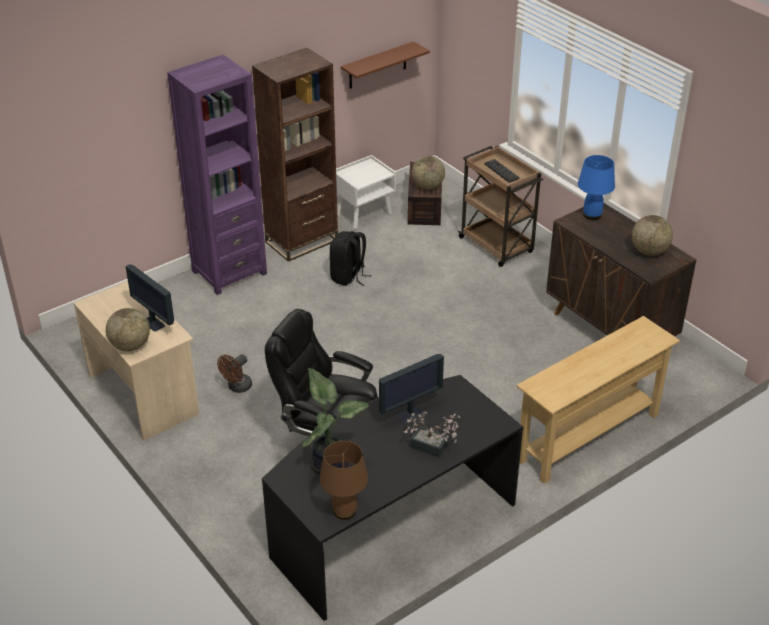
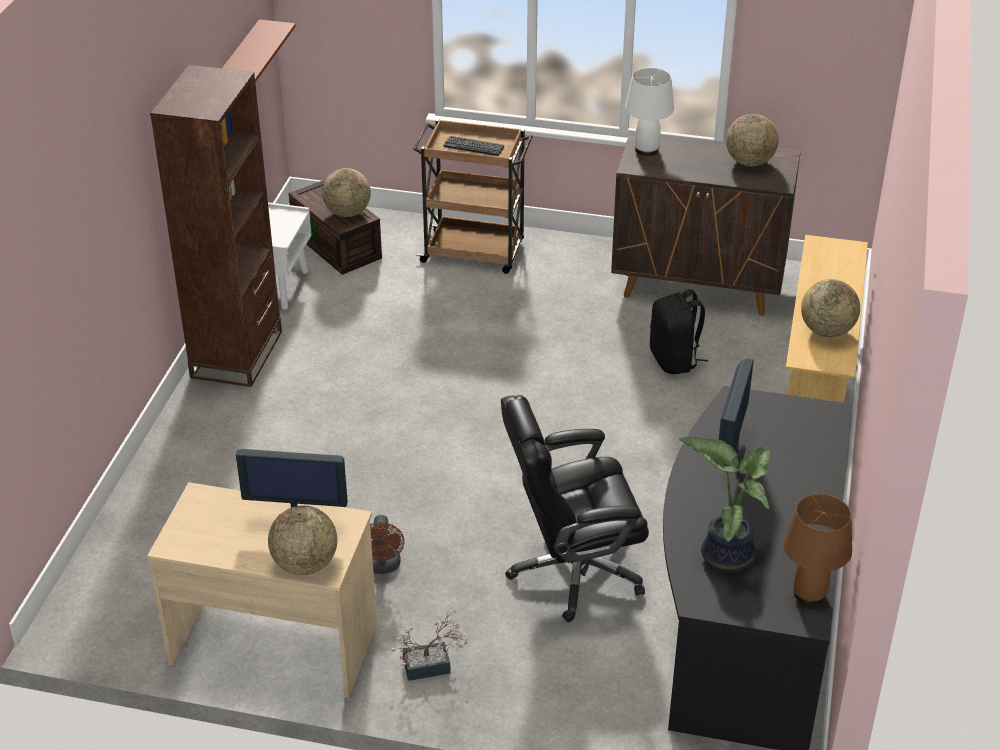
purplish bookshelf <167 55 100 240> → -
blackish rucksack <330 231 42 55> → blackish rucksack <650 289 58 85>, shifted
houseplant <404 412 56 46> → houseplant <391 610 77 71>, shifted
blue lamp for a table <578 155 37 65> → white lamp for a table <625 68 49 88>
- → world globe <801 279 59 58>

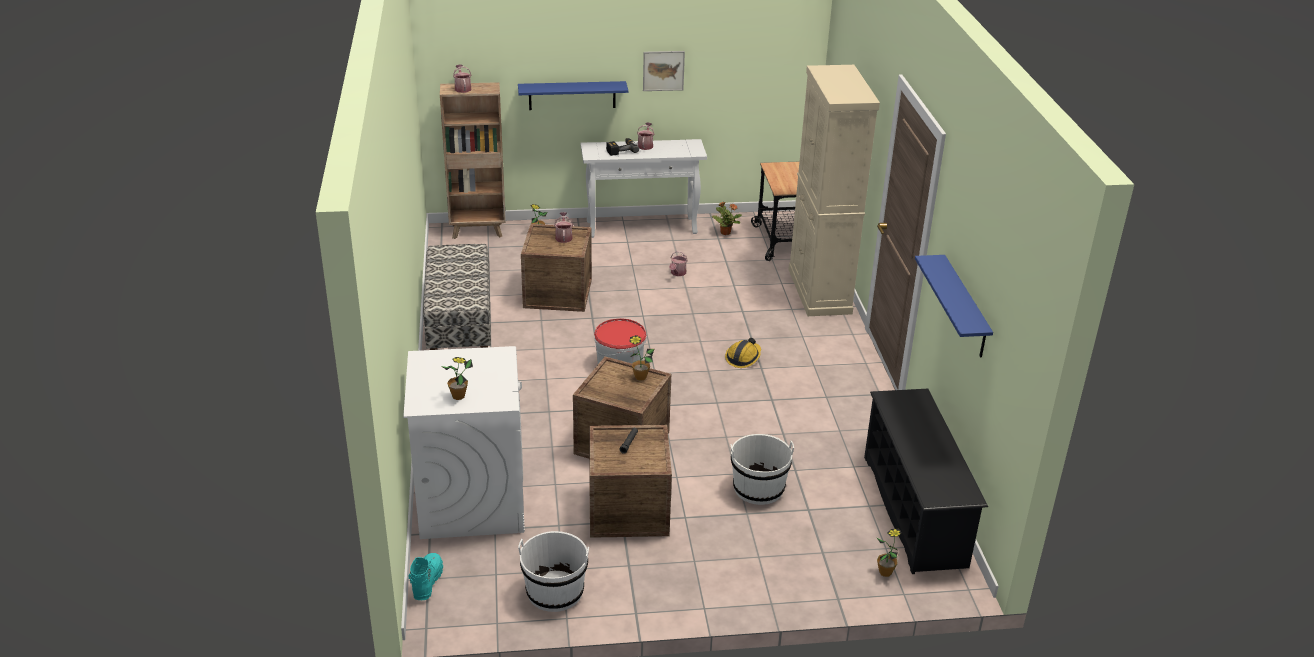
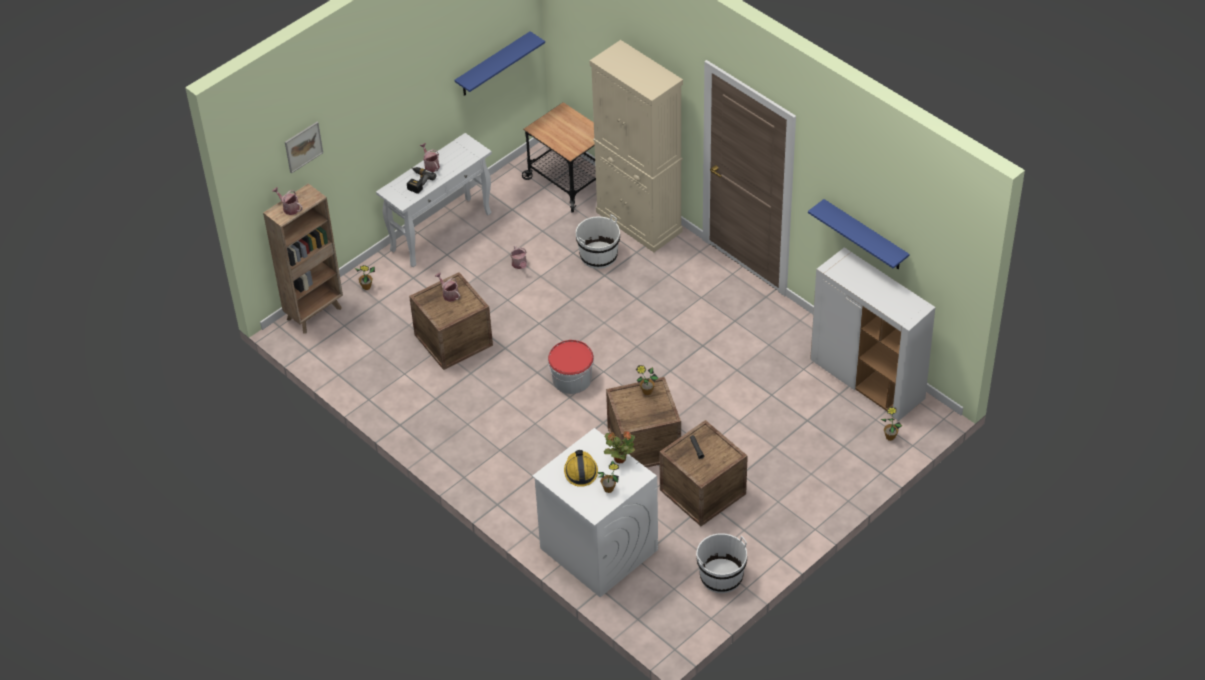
turquoise high-top boot <408 553 35 47> → -
bench <423 244 68 106> → -
blue shelf <518 81 110 29> → blue shelf <454 31 91 65>, shifted
wall picture <643 51 42 40> → wall picture <285 122 38 52>, shifted
houseplant <711 202 31 33> → houseplant <604 431 31 32>, shifted
hard hat <725 338 36 30> → hard hat <564 450 34 37>, shifted
white water bucket <731 434 63 71> → white water bucket <576 214 44 55>, shifted
blackish shoe stand <864 389 124 185> → white storage cabinet <810 247 125 174>

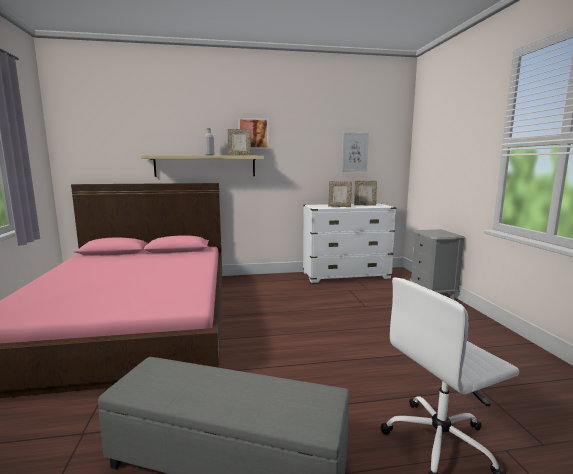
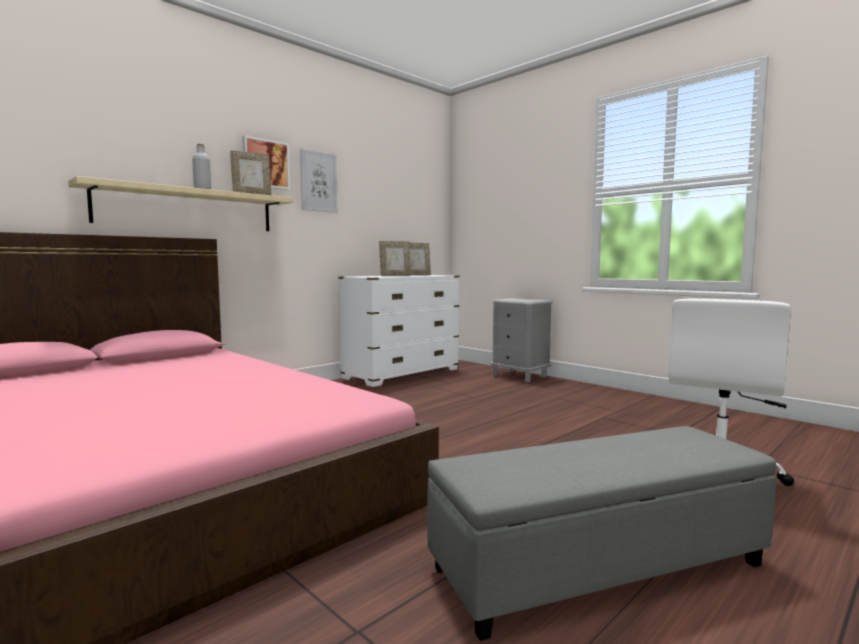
wall picture <342 132 27 40> → wall picture <300 148 38 65>, shifted

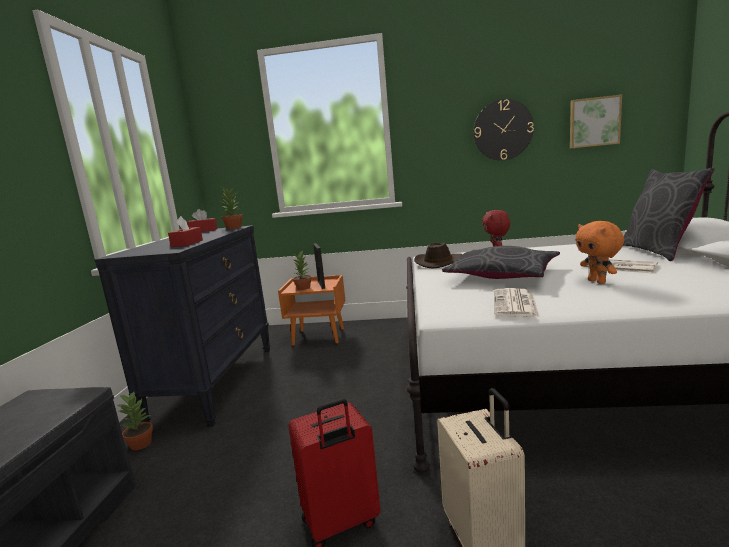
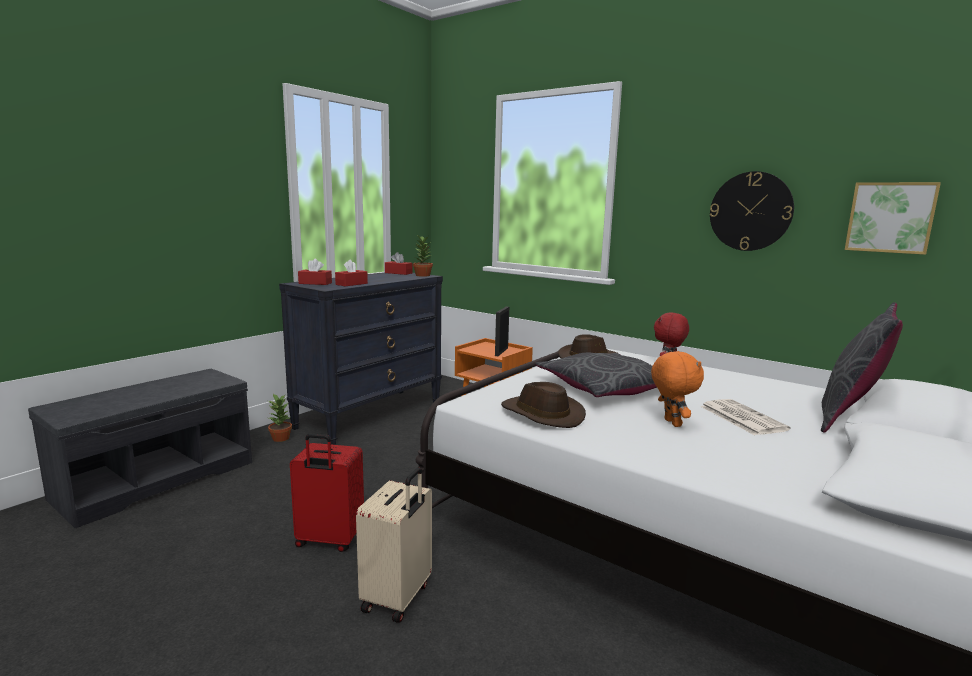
houseplant <292 250 20 40> → -
newspaper <494 288 46 29> → brown-coloured hat <501 382 85 46>
orangey soft toy <575 221 49 63> → orangey soft toy <651 351 53 76>, 150 degrees clockwise
- → reddish tissue box <298 259 34 26>

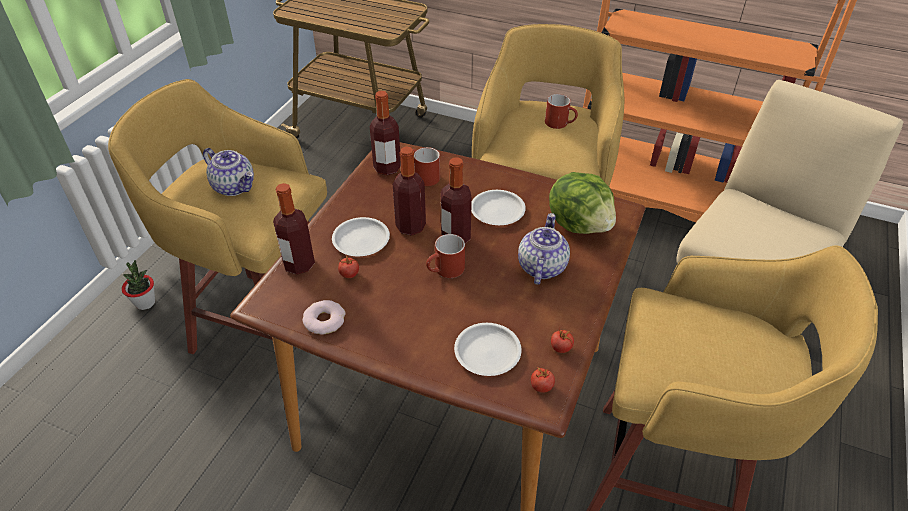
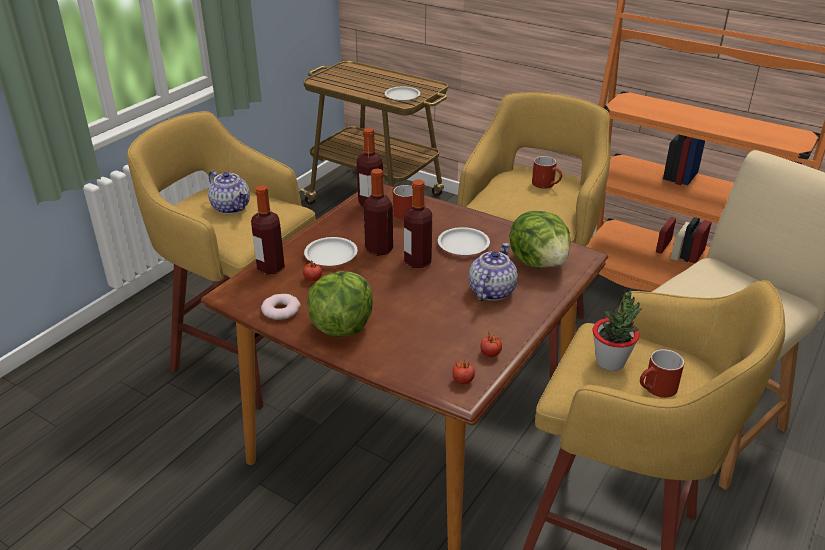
houseplant <122 260 33 50> → houseplant <593 291 48 80>, shifted
reddish mug <426 234 39 44> → reddish mug <640 349 44 49>, shifted
white plate <454 323 68 53> → white plate <385 87 35 14>, shifted
- → head of lettuce <307 271 66 66>

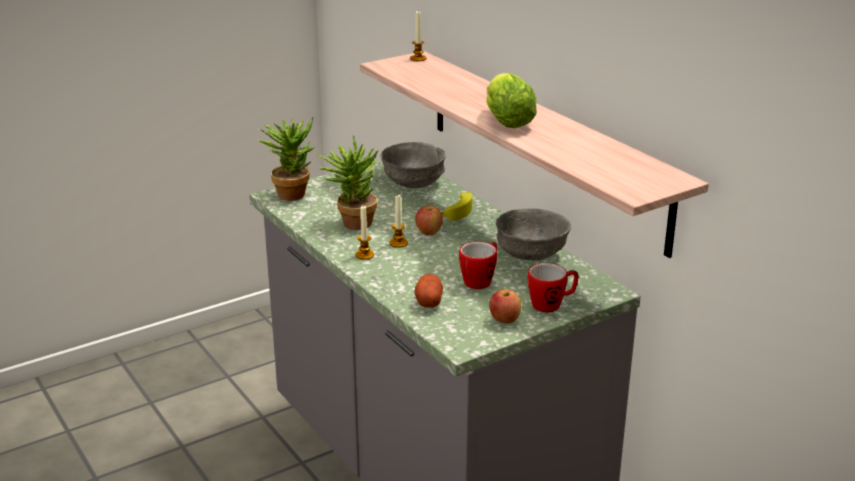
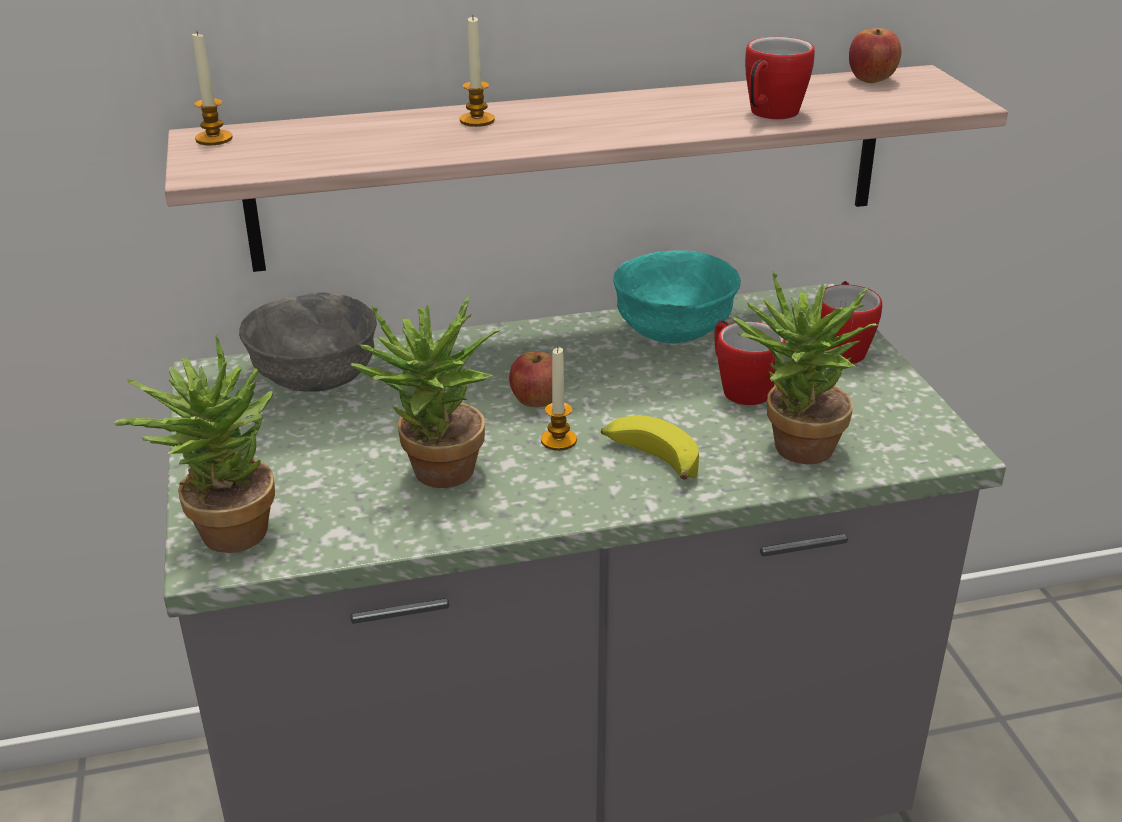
wax light <355 206 19 54> → wax light <460 17 35 110>, shifted
potato <414 274 29 34> → houseplant <732 271 145 193>
whole banana <441 192 31 29> → whole banana <601 416 98 63>, shifted
head of lettuce <486 73 51 55> → -
whole apple <489 289 32 34> → whole apple <849 28 53 55>, shifted
greyish deep dish <496 208 75 52> → turquoise deep dish <613 250 128 93>
- → mug <745 37 70 83>

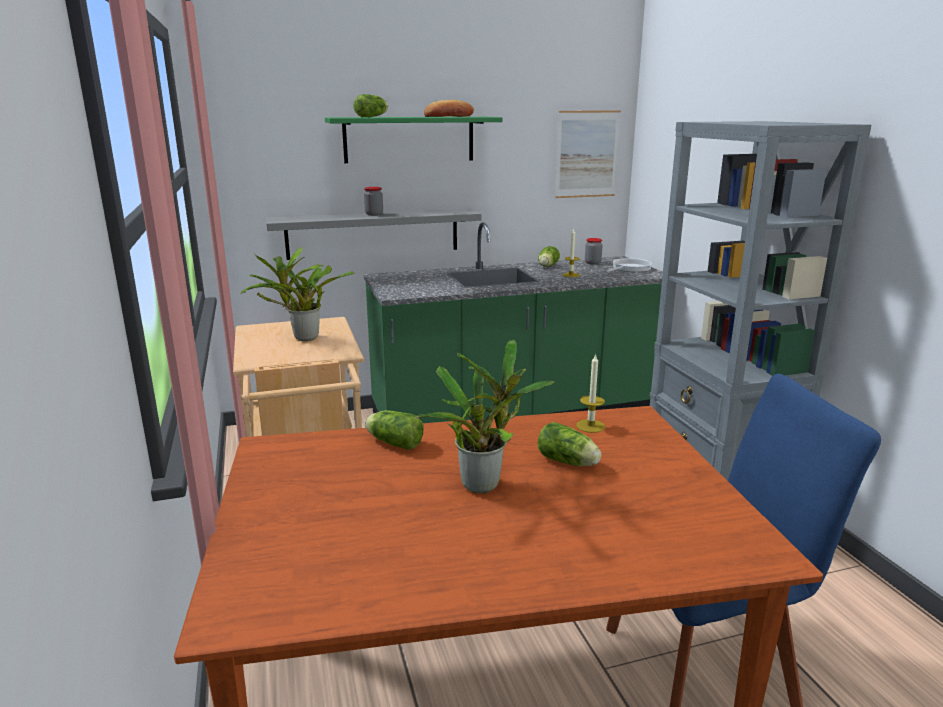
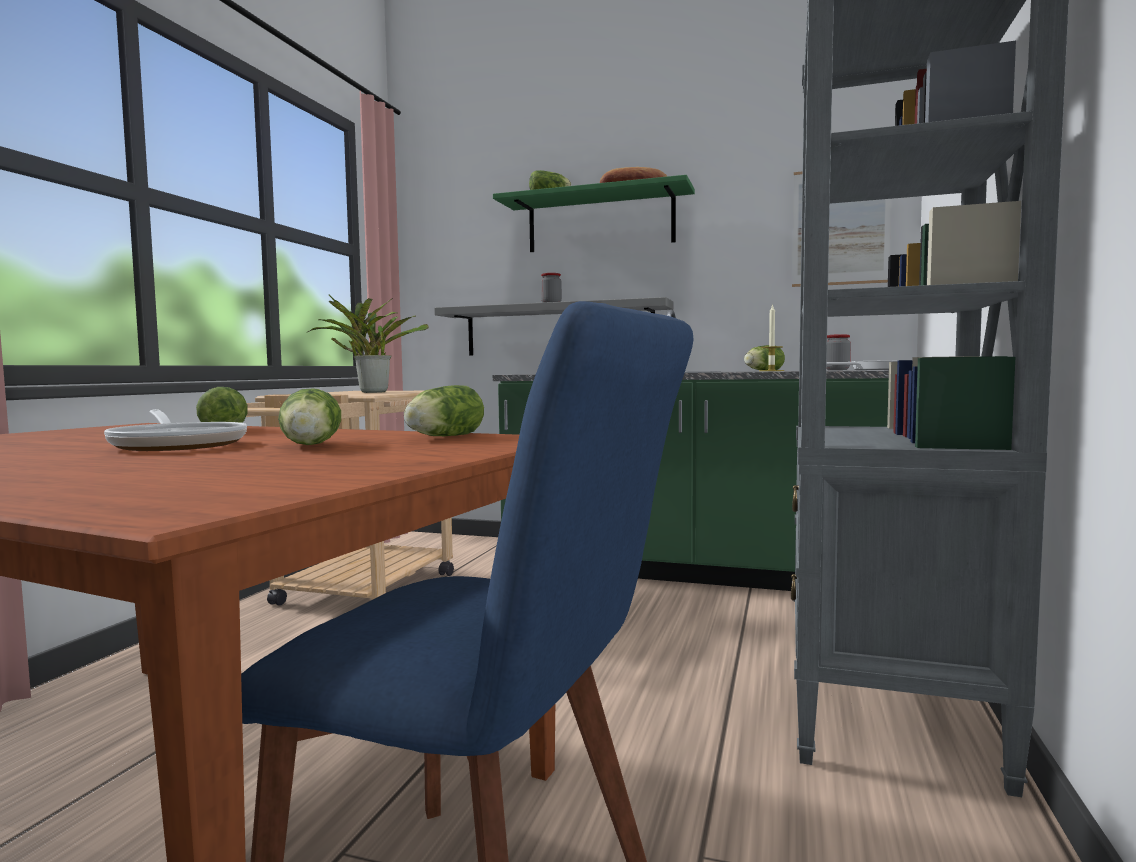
houseplant <415 339 140 154> → pan <104 409 143 42>
wax light <576 353 29 80> → head of lettuce <404 385 80 51>

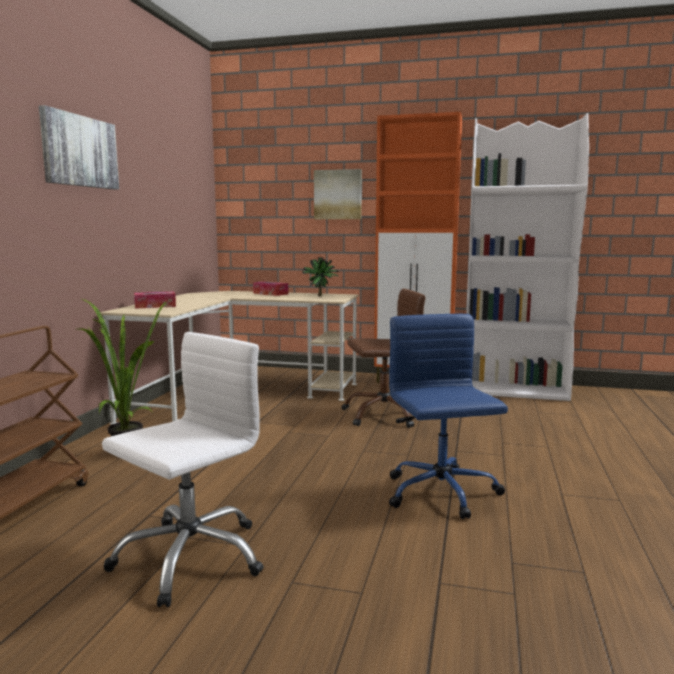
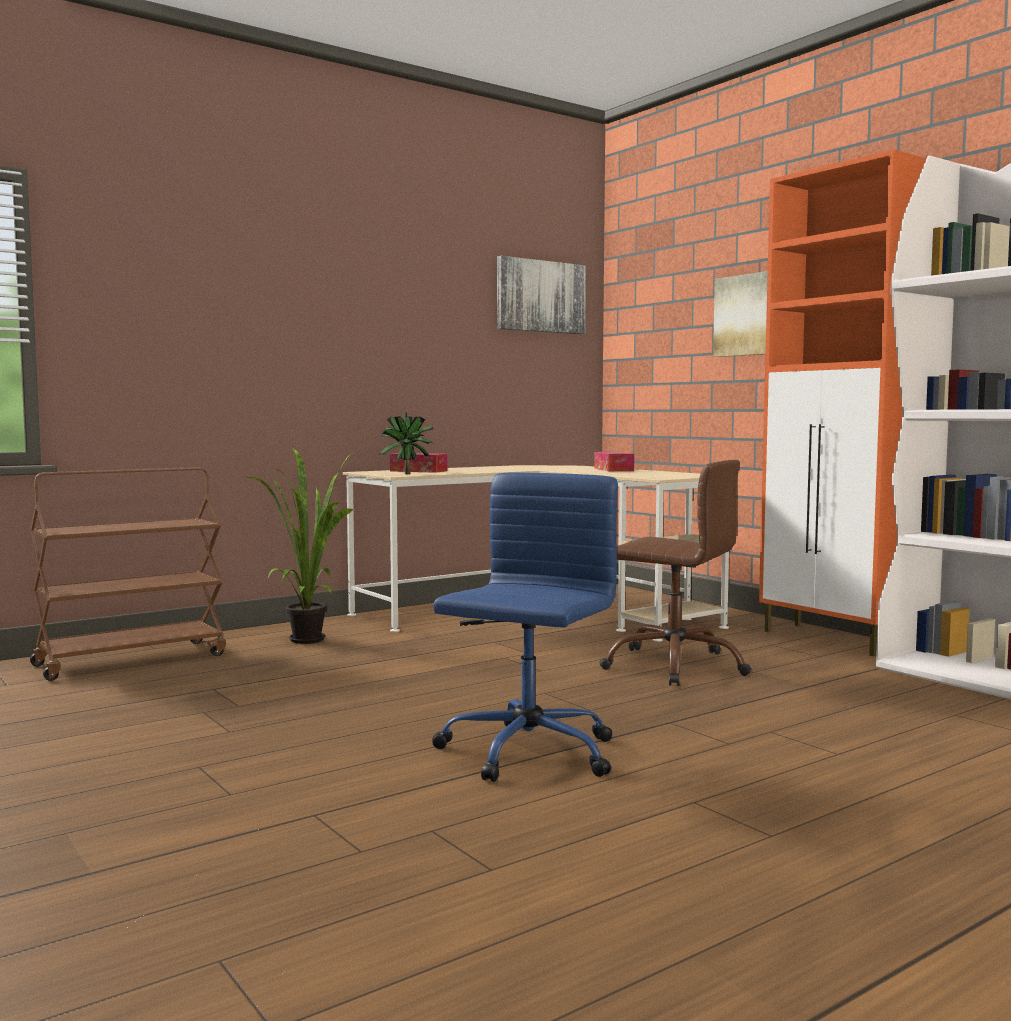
wall picture <39 105 80 85> → wall picture <497 256 89 78>, shifted
white office chair <102 332 162 275> → -
houseplant <302 257 37 39> → houseplant <380 412 54 62>, shifted

